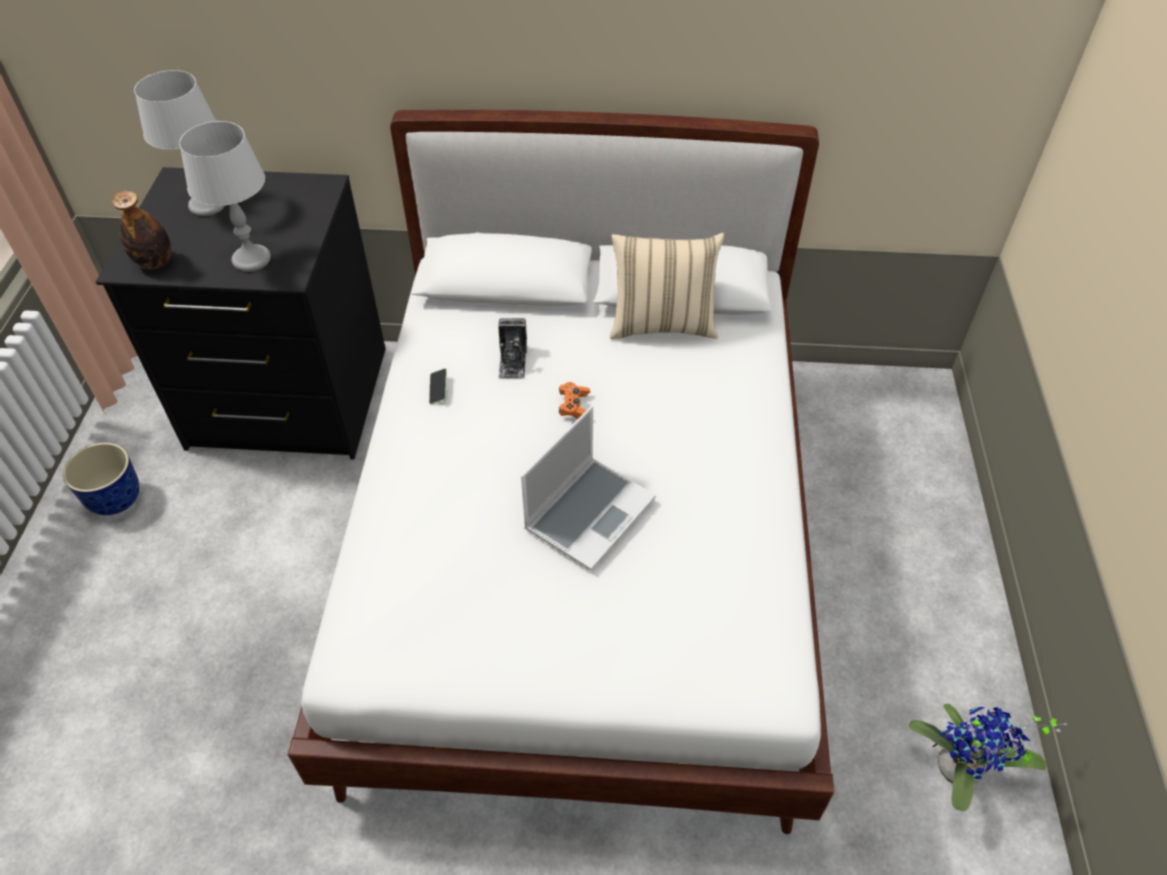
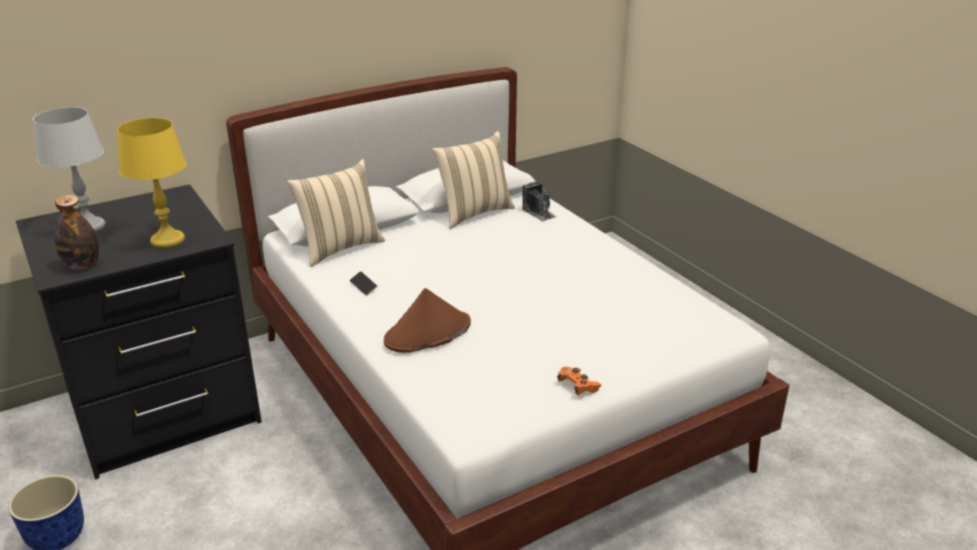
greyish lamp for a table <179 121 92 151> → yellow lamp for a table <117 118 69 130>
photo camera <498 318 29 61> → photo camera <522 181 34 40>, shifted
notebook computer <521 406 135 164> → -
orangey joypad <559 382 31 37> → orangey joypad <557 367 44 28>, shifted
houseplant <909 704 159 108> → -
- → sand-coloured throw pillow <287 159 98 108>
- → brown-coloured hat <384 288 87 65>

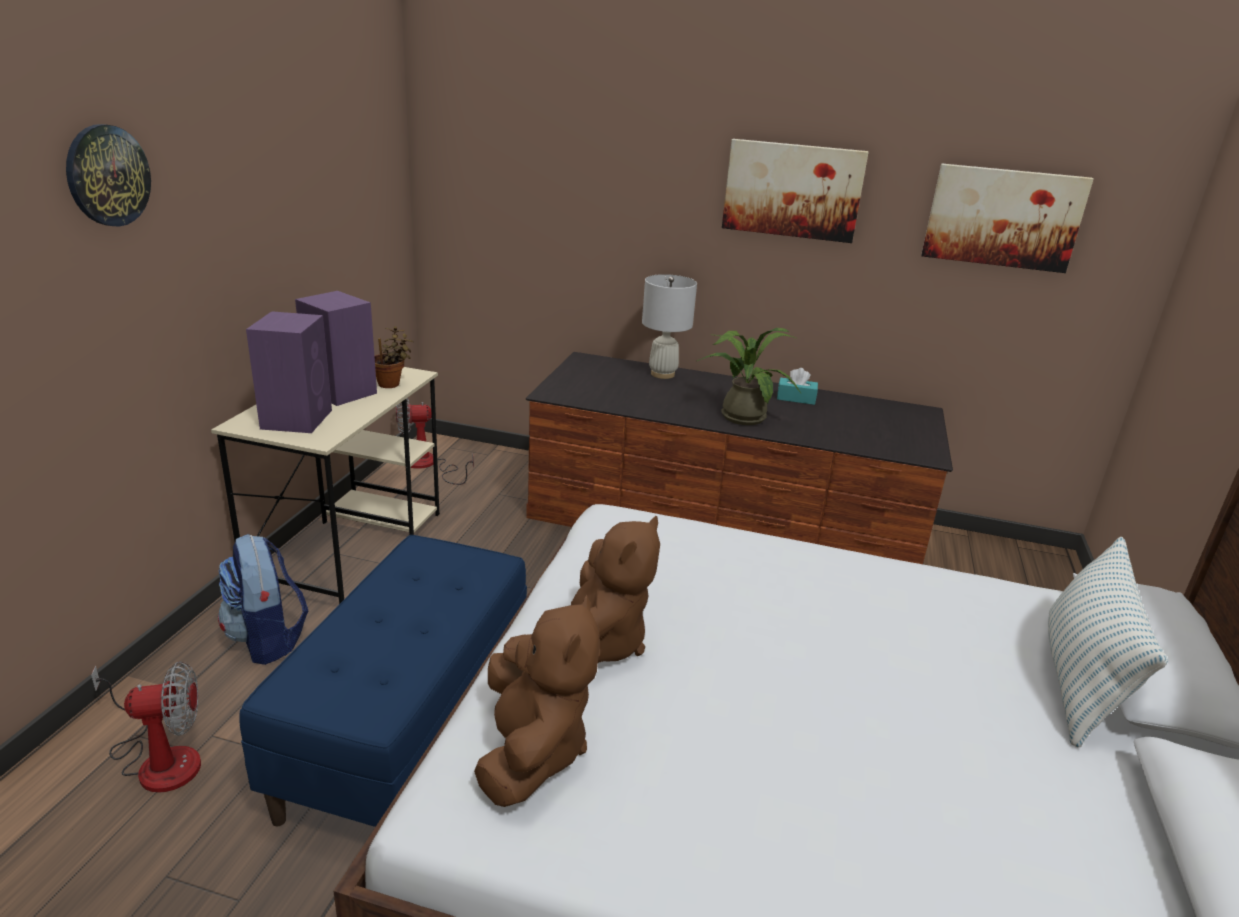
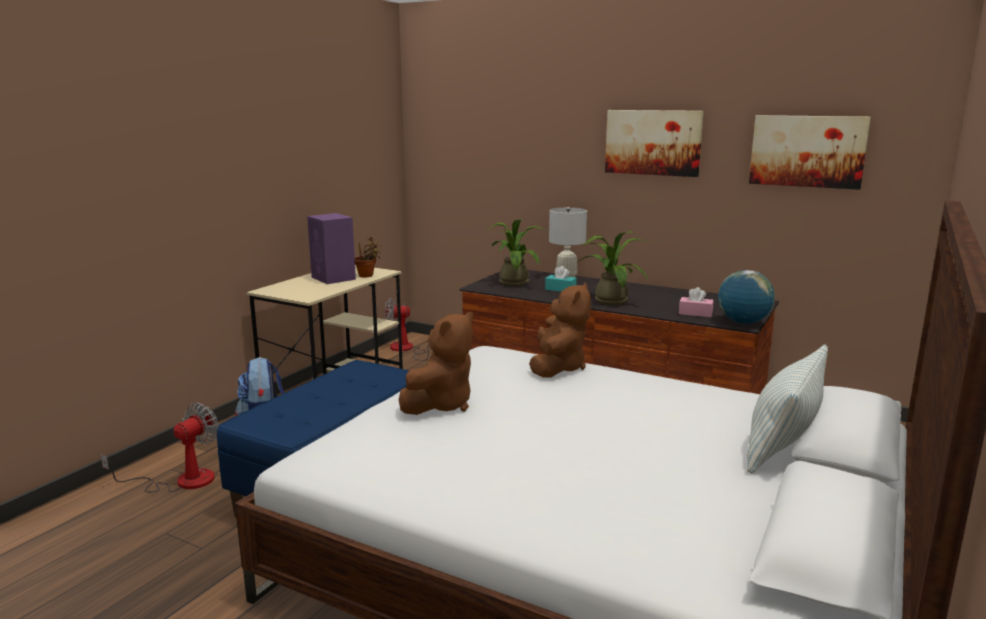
hanging clock <66 124 85 103> → -
fan <91 661 110 132> → fan <100 403 118 90>, 60 degrees counterclockwise
purplish audio speaker <246 311 86 122> → -
brown-coloured soft toy <474 594 126 213> → brown-coloured soft toy <529 282 62 95>, shifted
turquoise tissue box <777 368 41 37> → turquoise tissue box <545 266 32 26>, shifted
- → houseplant <486 219 62 68>
- → pink-coloured tissue box <679 287 34 30>
- → world globe <718 270 57 54>

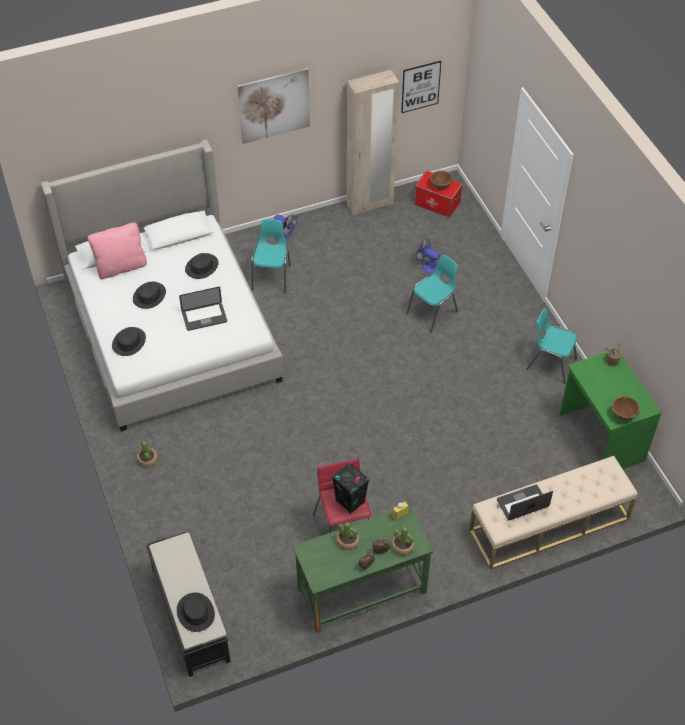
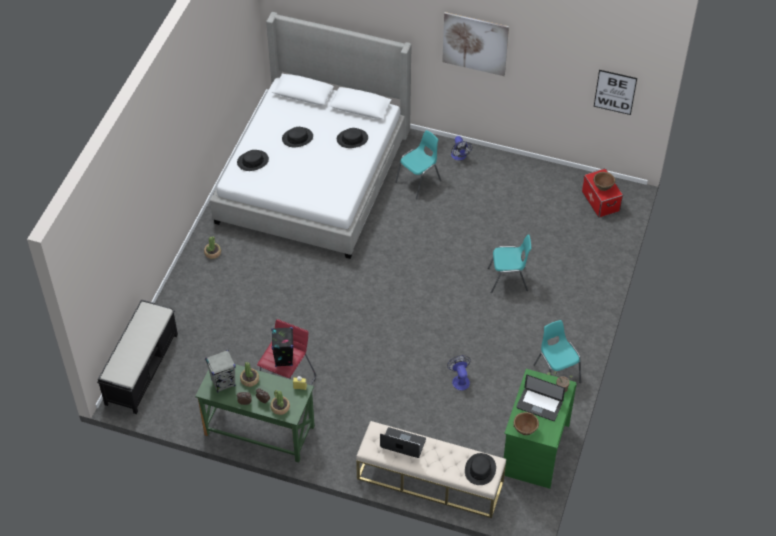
pink-coloured throw pillow <88 223 59 56> → -
blackish hat <177 593 38 39> → blackish hat <465 453 31 32>, shifted
notebook computer <179 287 48 44> → notebook computer <516 375 49 46>, shifted
sand-coloured wardrobe <347 70 52 145> → -
fan <416 239 24 35> → fan <447 355 24 35>, shifted
- → greyish audio speaker <205 350 31 43>

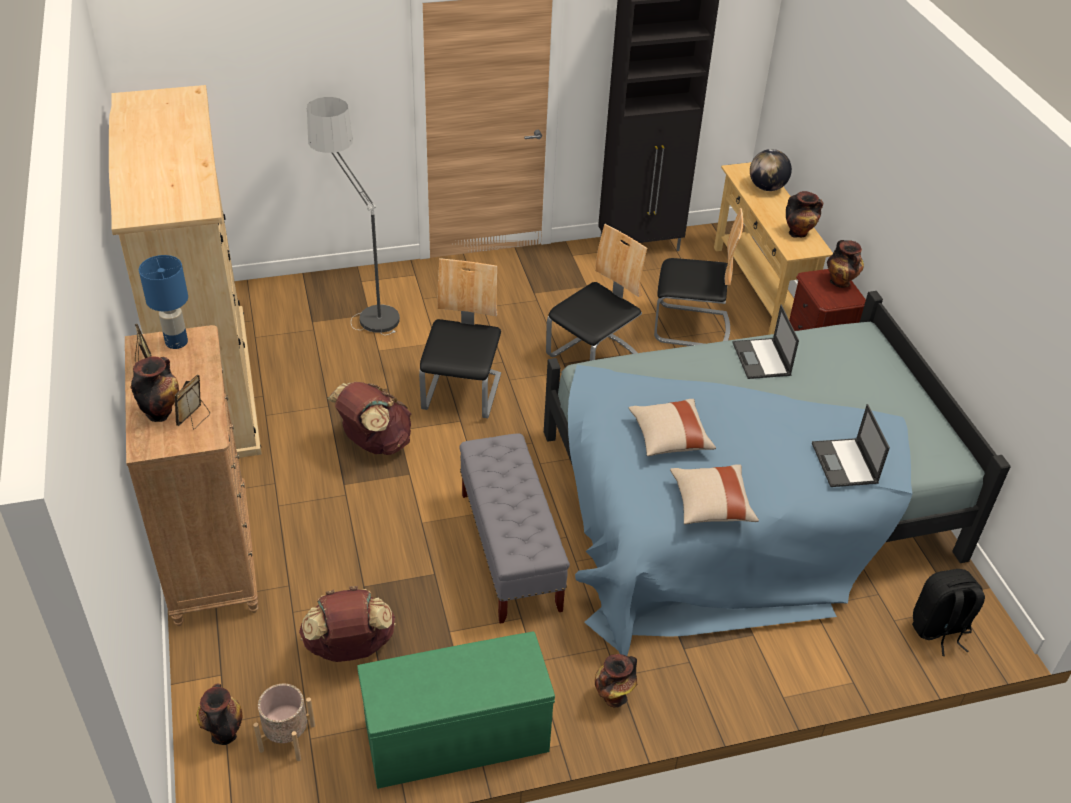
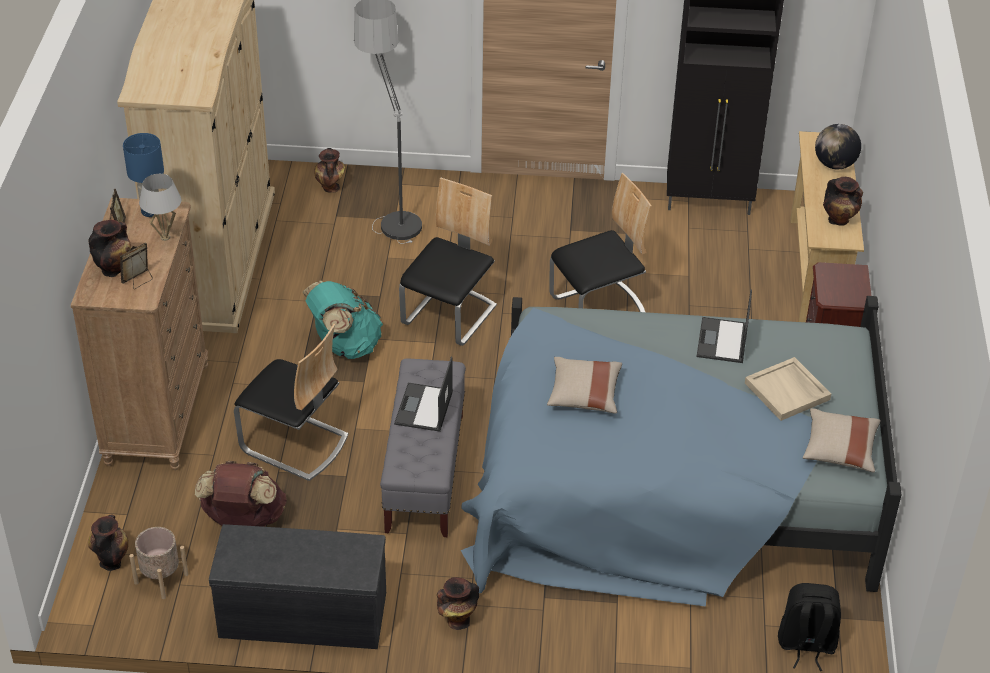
brown-coloured rucksack <327 382 84 73> → turquoise rucksack <303 281 80 78>
green-coloured bench <357 632 198 157> → greyish bench <209 524 177 125>
upright chair <654 208 89 138> → upright chair <234 324 114 157>, shifted
sand-coloured throw pillow <670 464 89 60> → sand-coloured throw pillow <803 408 78 64>, shifted
notebook computer <812 404 78 83> → notebook computer <394 356 59 76>, shifted
vase <827 240 37 48> → vase <314 148 31 45>, shifted
- → white lamp for a table <139 174 42 67>
- → sand-coloured serving tray <745 357 86 64>

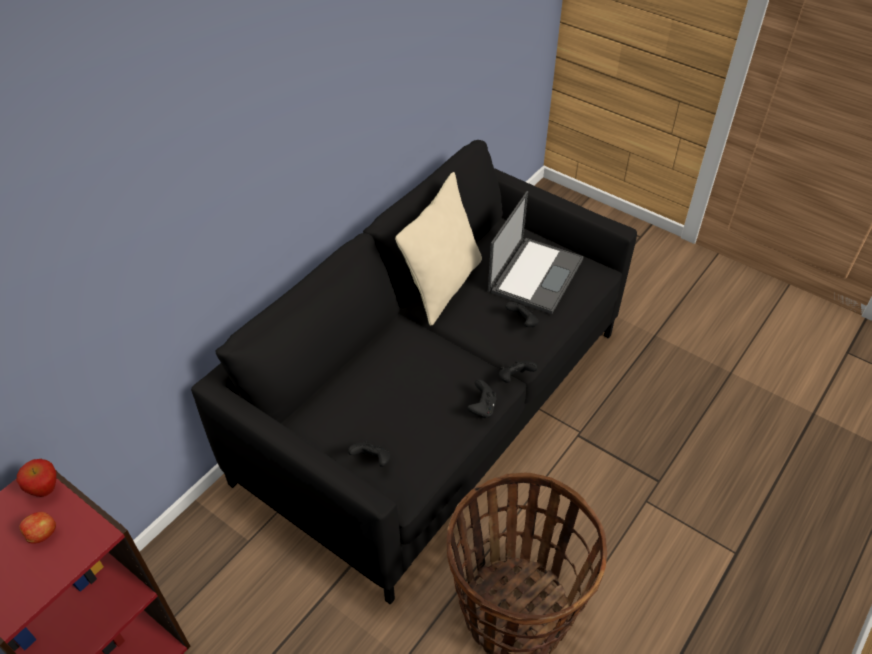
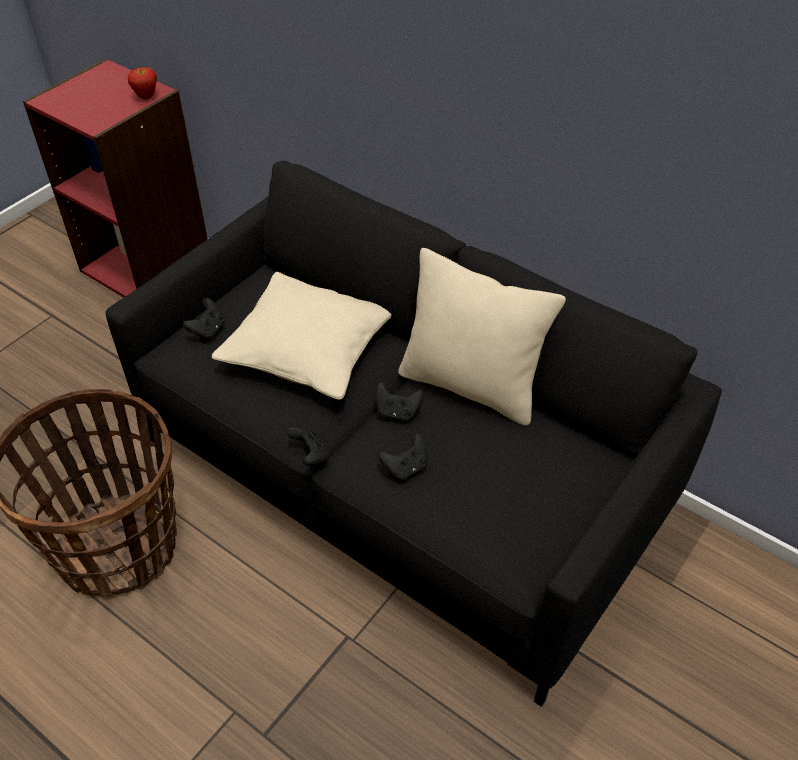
whole apple <19 512 37 32> → -
blackish joypad <467 379 30 39> → blackish joypad <376 382 48 39>, shifted
notebook computer <488 191 96 123> → -
- → sand-coloured throw pillow <211 272 181 128>

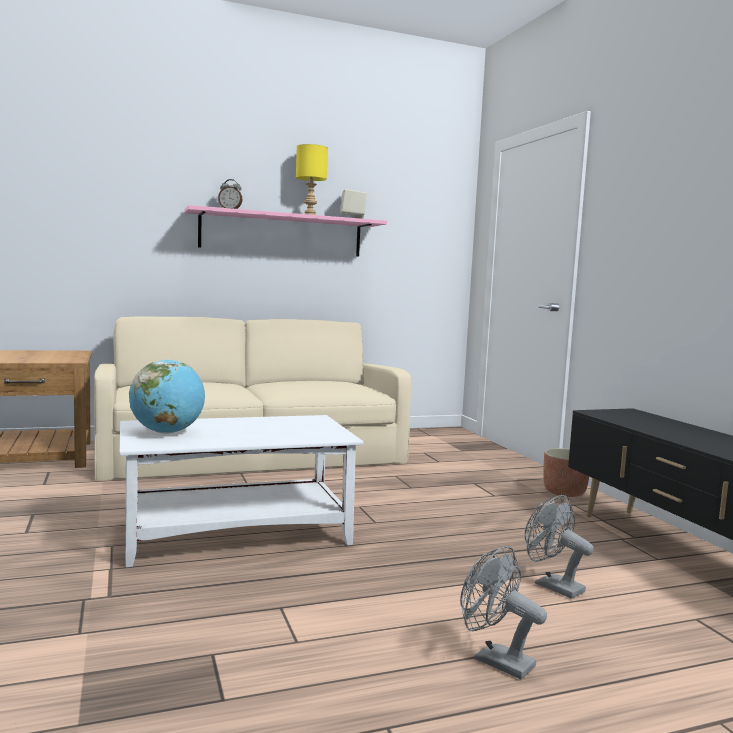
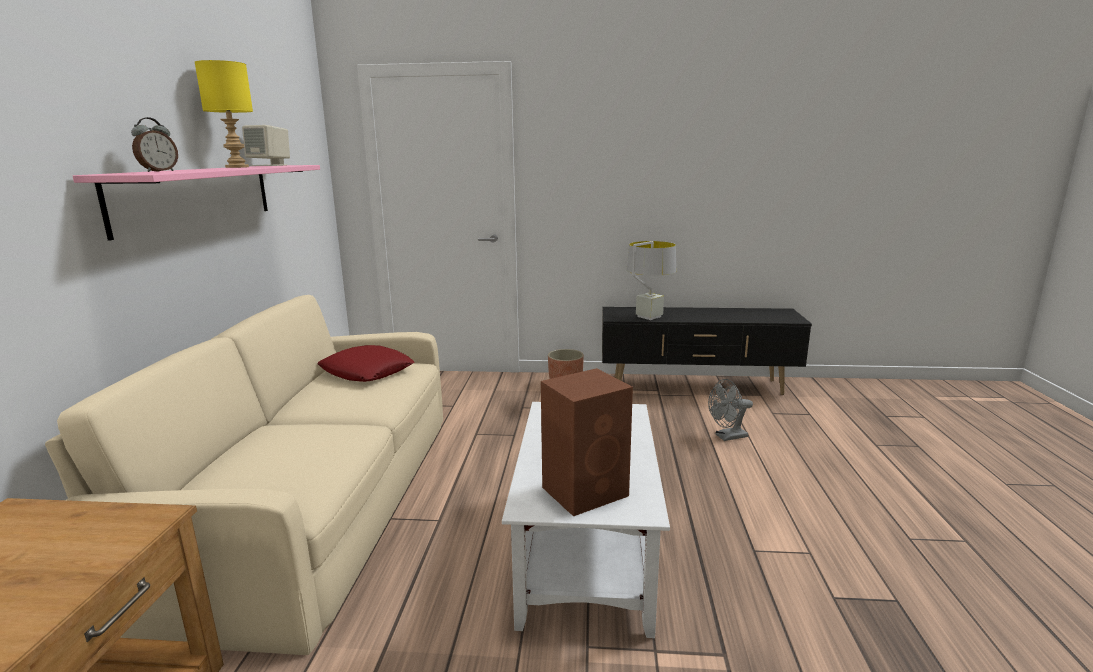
world globe <129 359 76 75> → brown-coloured audio speaker <541 368 92 148>
greyish fan <460 546 87 133> → -
- → reddish throw pillow <318 345 96 37>
- → greyish lamp for a table <626 241 50 79>

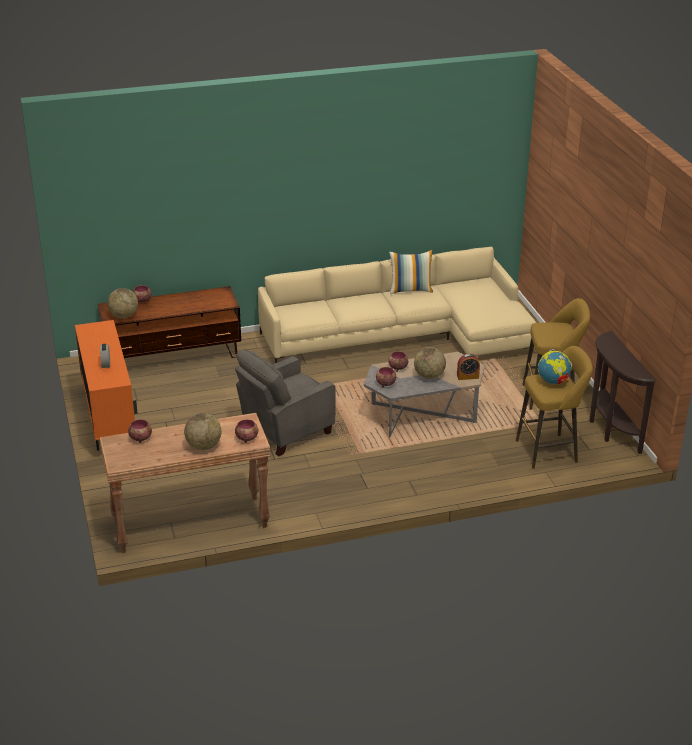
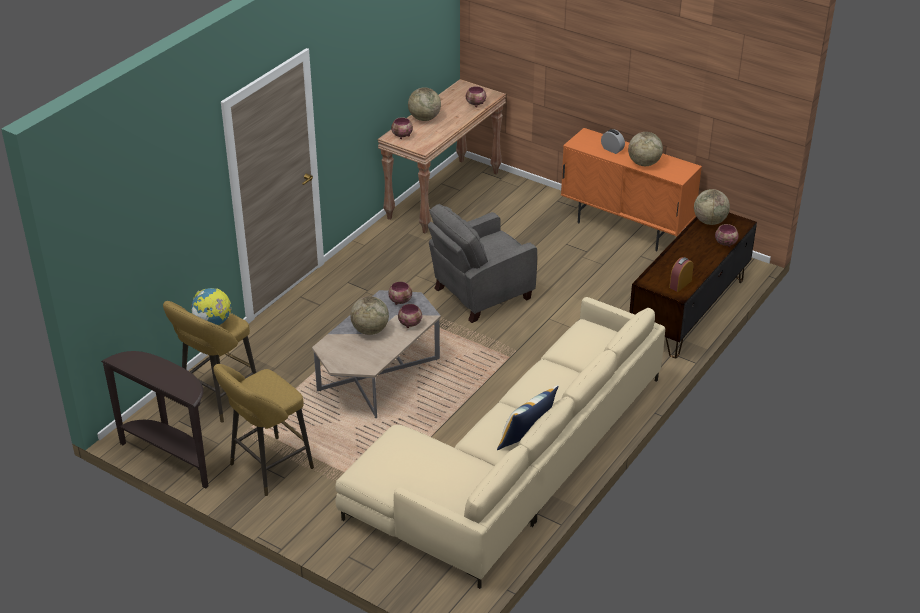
greyish armchair <235 349 101 108> → greyish armchair <428 204 109 119>, 135 degrees counterclockwise
table clock <457 354 23 26> → table clock <669 257 24 35>, shifted
- → world globe <628 132 35 34>

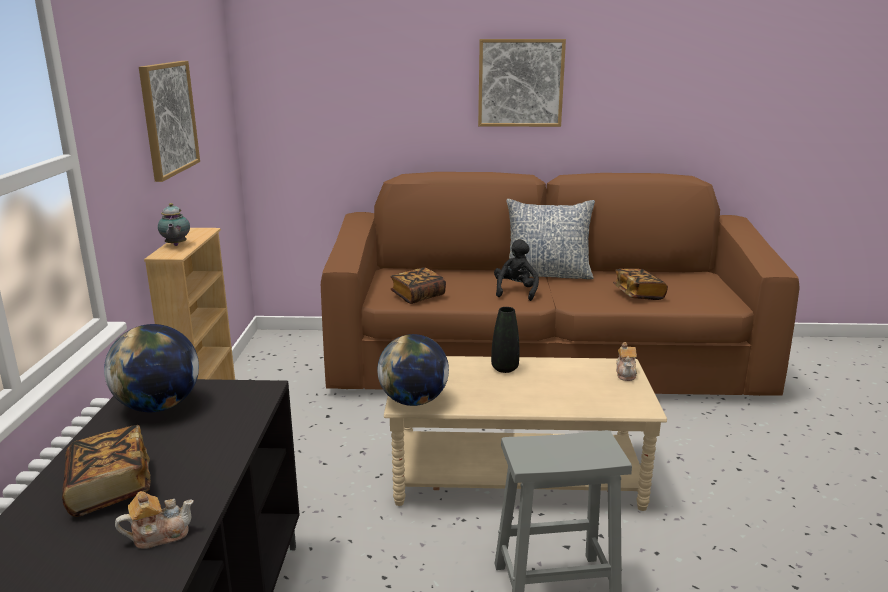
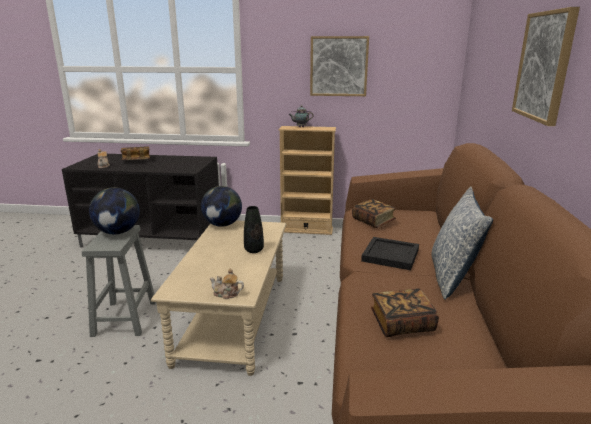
world globe <104 324 95 88> → world globe <89 188 51 46>, shifted
blackish soft toy <494 239 45 62> → blackish serving tray <361 237 58 33>

